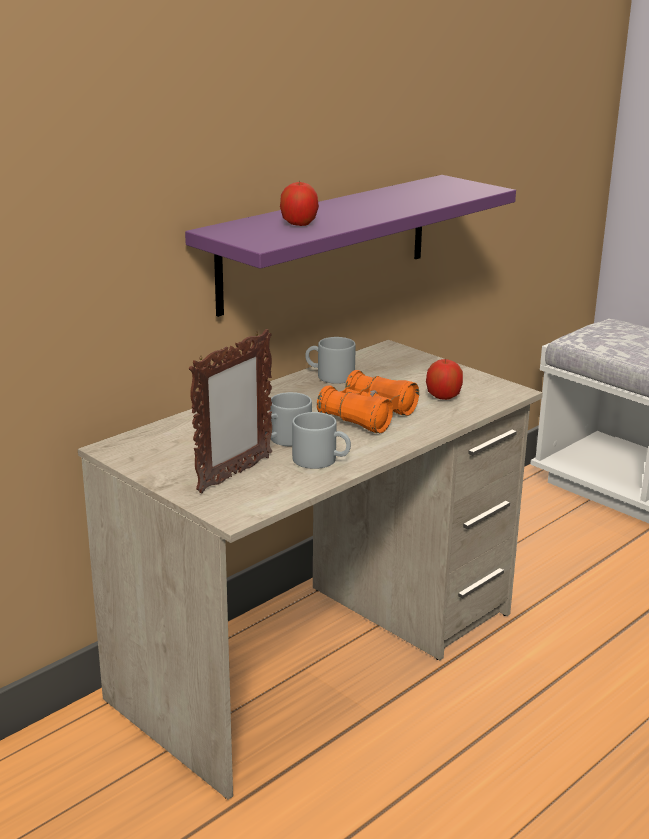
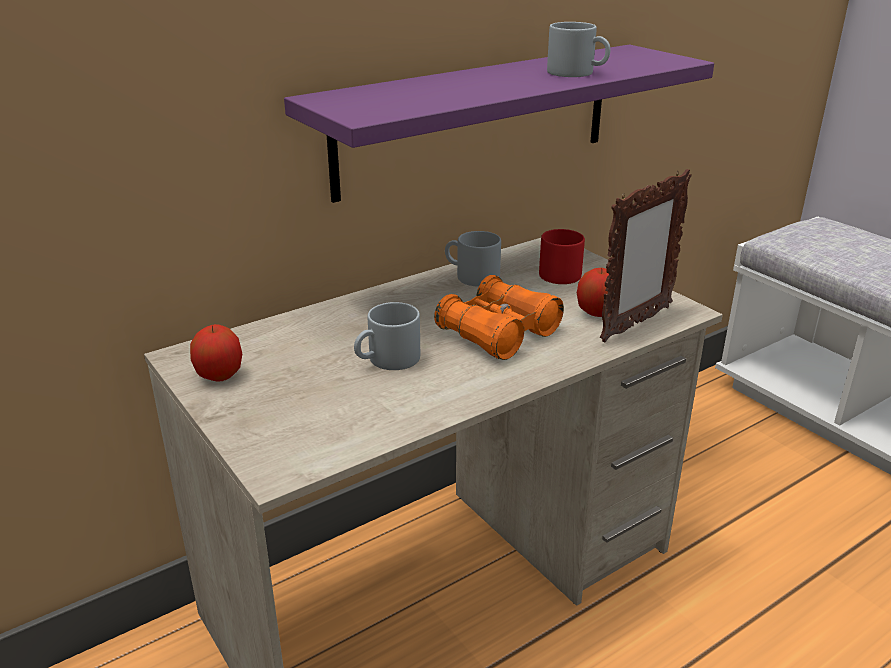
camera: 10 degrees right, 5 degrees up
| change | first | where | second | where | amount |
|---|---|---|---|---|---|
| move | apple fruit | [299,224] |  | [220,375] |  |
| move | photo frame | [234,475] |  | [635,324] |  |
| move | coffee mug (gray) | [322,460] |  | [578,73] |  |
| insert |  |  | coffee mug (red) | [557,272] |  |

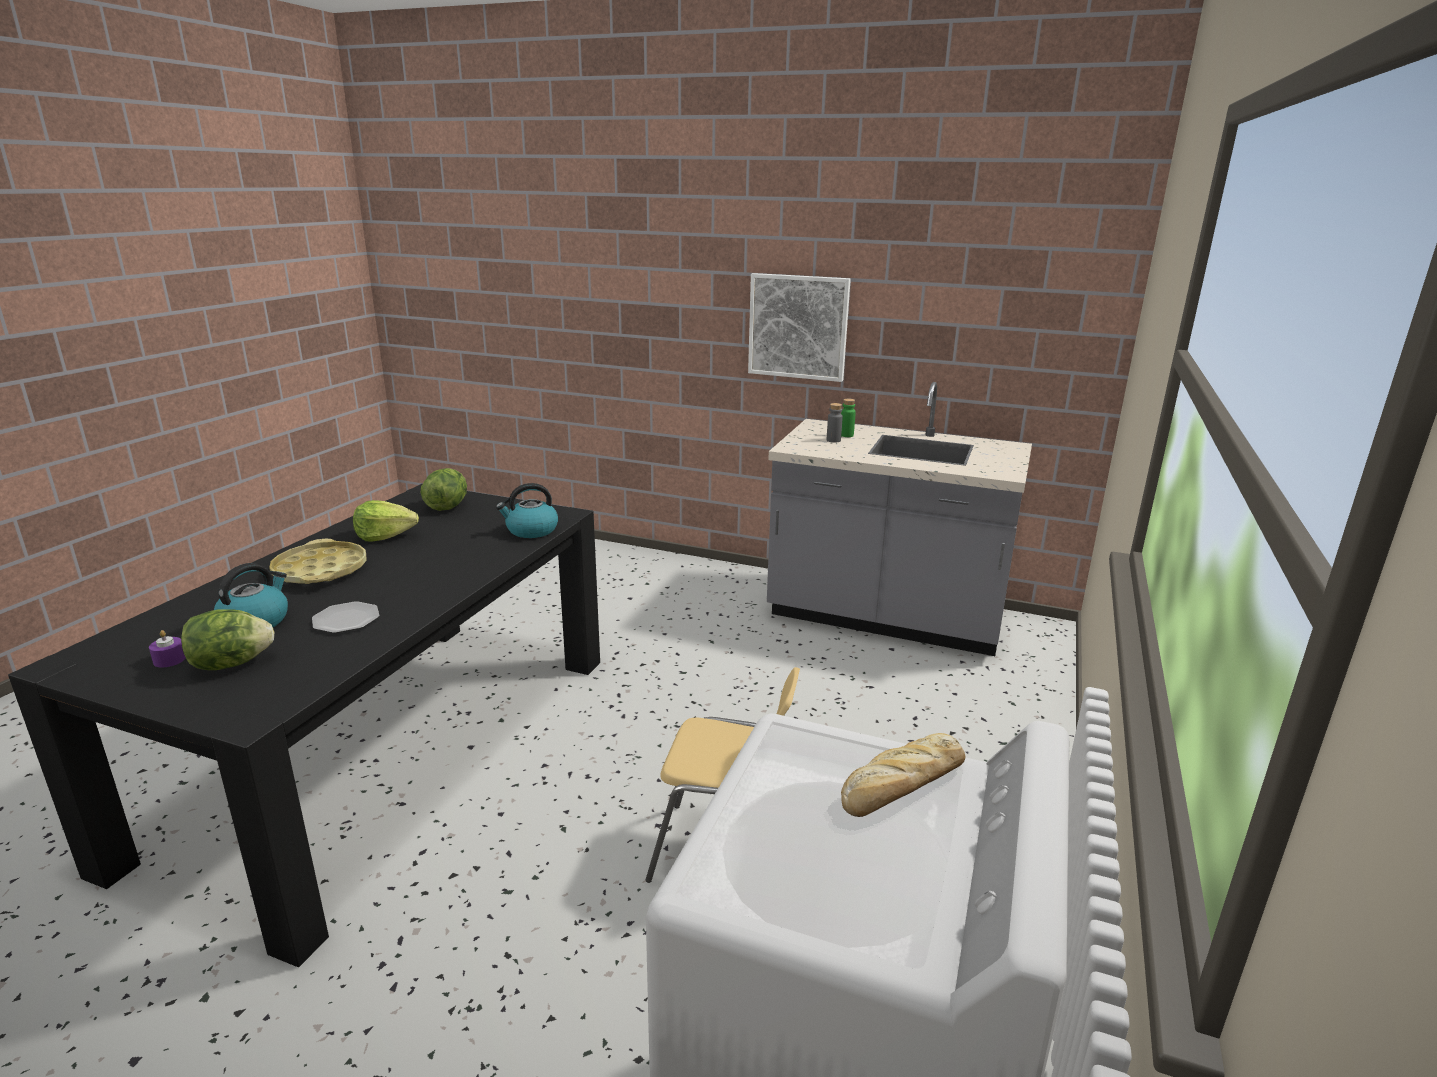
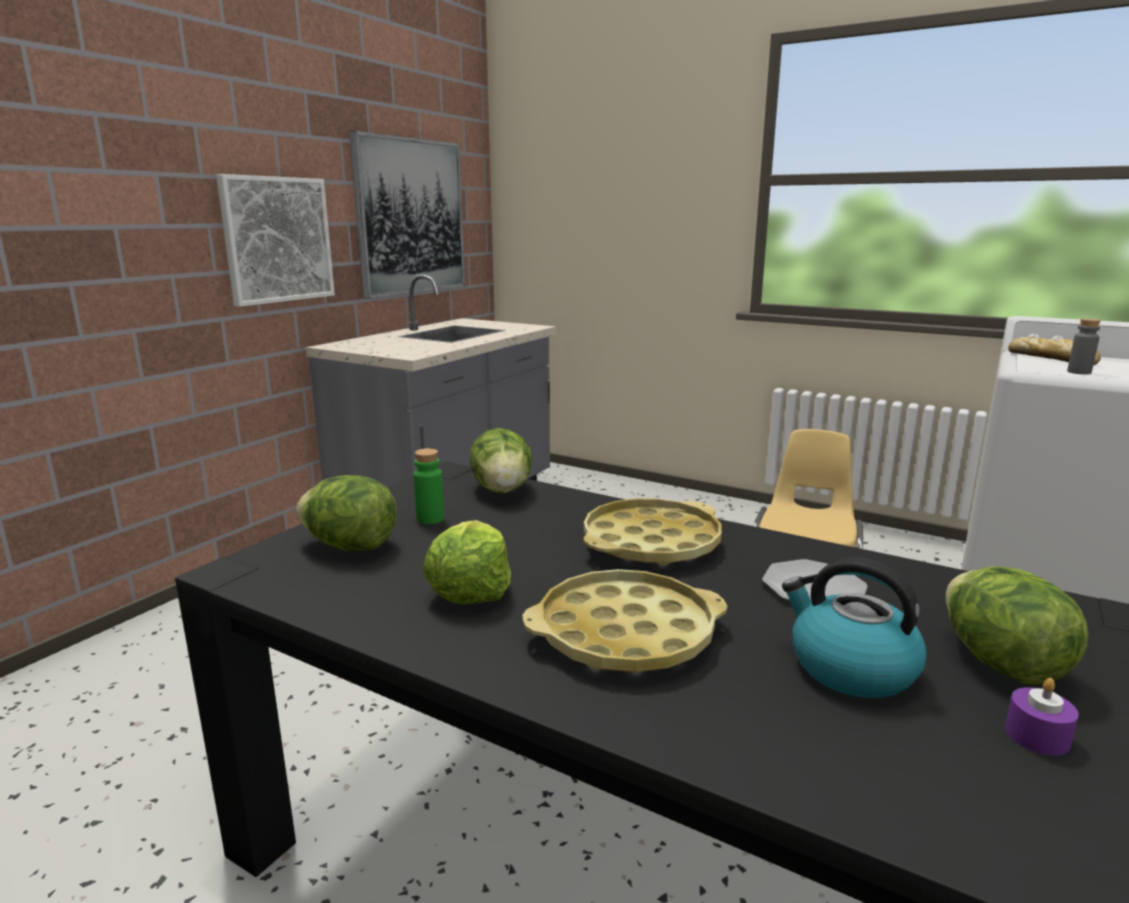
camera: 80 degrees left, 5 degrees down
| change | first | where | second | where | amount |
|---|---|---|---|---|---|
| move | drink bottle (greenish) | [846,435] |  | [430,519] |  |
| move | drink bottle (gray) | [833,440] |  | [1079,372] |  |
| replace | tea kettle | [531,530] | lettuce | [502,490] |  |
| insert |  |  | picture | [410,217] |  |
| insert |  |  | carrying tray (yellow-coloured) | [651,542] |  |

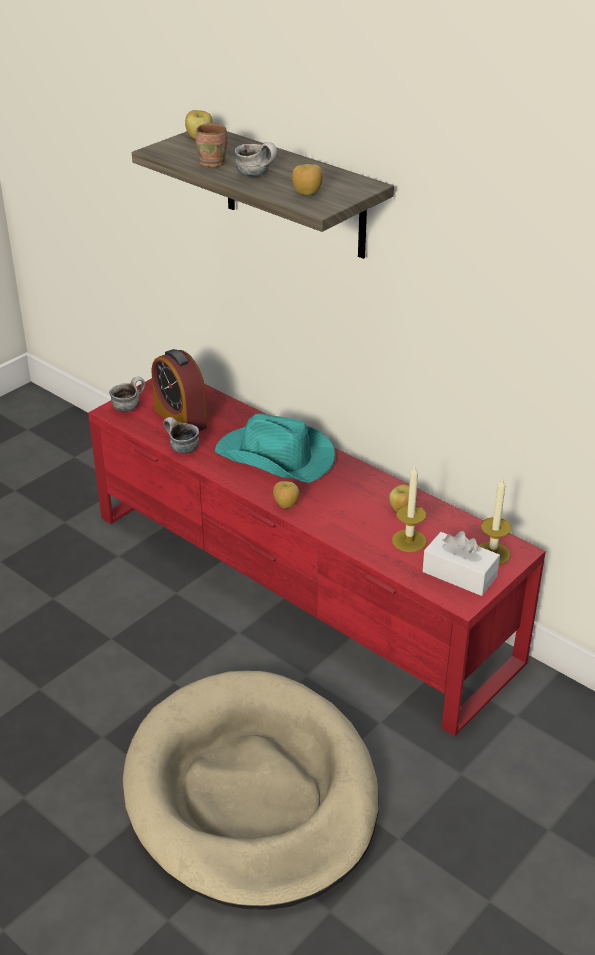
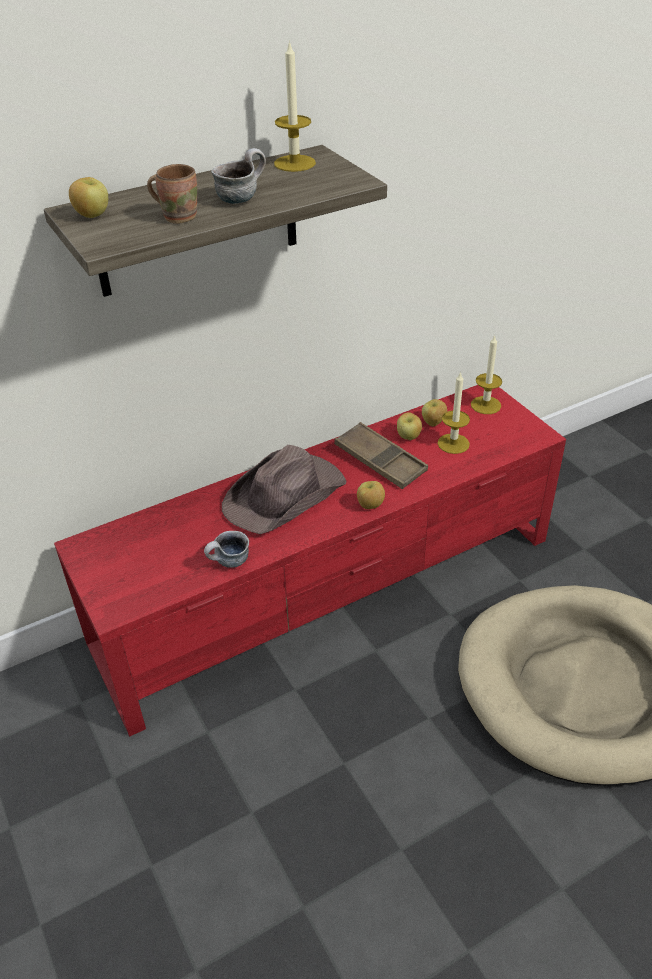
camera: 70 degrees left, 5 degrees up
| change | first | where | second | where | amount |
|---|---|---|---|---|---|
| move | apple fruit | [307,193] |  | [433,423] |  |
| delete | table clock | [180,418] |  |  |  |
| delete | coffee mug | [129,406] |  |  |  |
| recolor | clothing hat (turquoise) | [276,457] | clothing hat (brown) | [286,496] |  |
| delete | box of tissues (white-coloured) | [459,574] |  |  |  |
| insert |  |  | candle | [294,163] |  |
| insert |  |  | carrying tray (brown) | [380,461] |  |

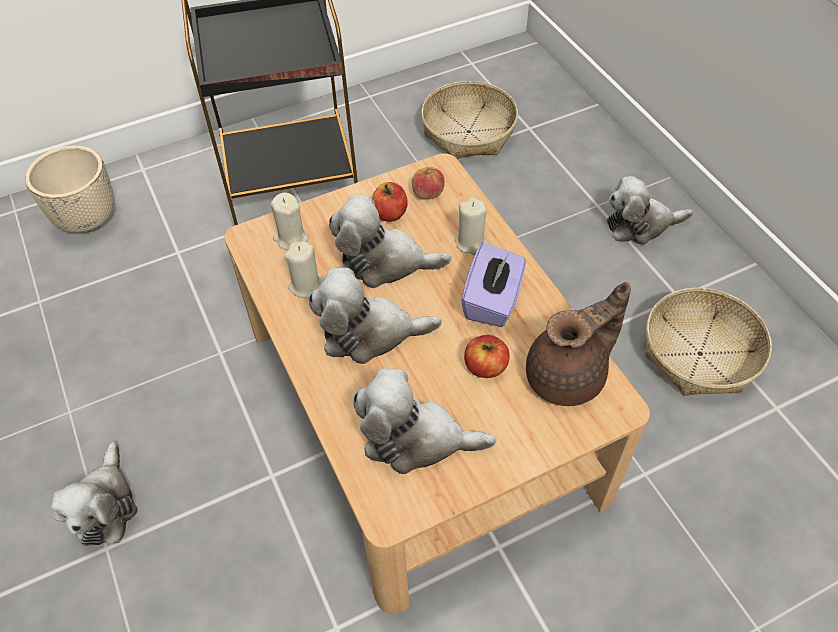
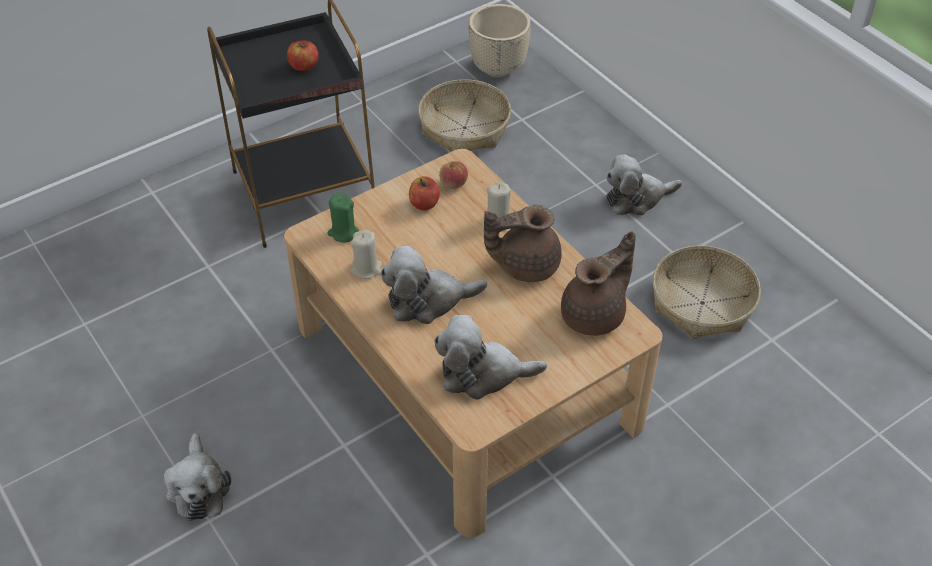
camera: 10 degrees left, 5 degrees down
| change | first | where | second | where | amount |
|---|---|---|---|---|---|
| move | plant pot (beige) | [88,220] |  | [499,68] |  |
| recolor | candle (beige) | [291,238] | candle (greenish) | [343,232] |  |
| delete | plush toy | [384,262] |  |  |  |
| replace | box of tissues (purple) | [493,301] | tea pot (brown) | [525,265] |  |
| move | apple fruit | [485,367] |  | [304,66] |  |

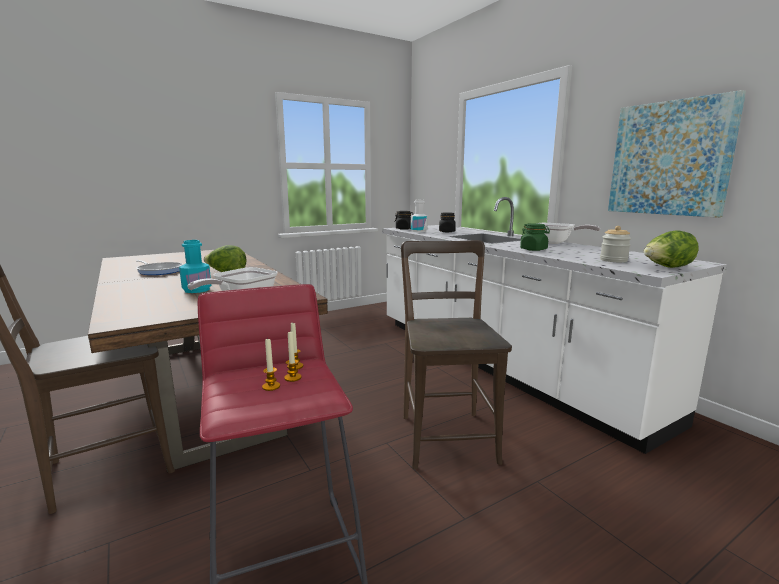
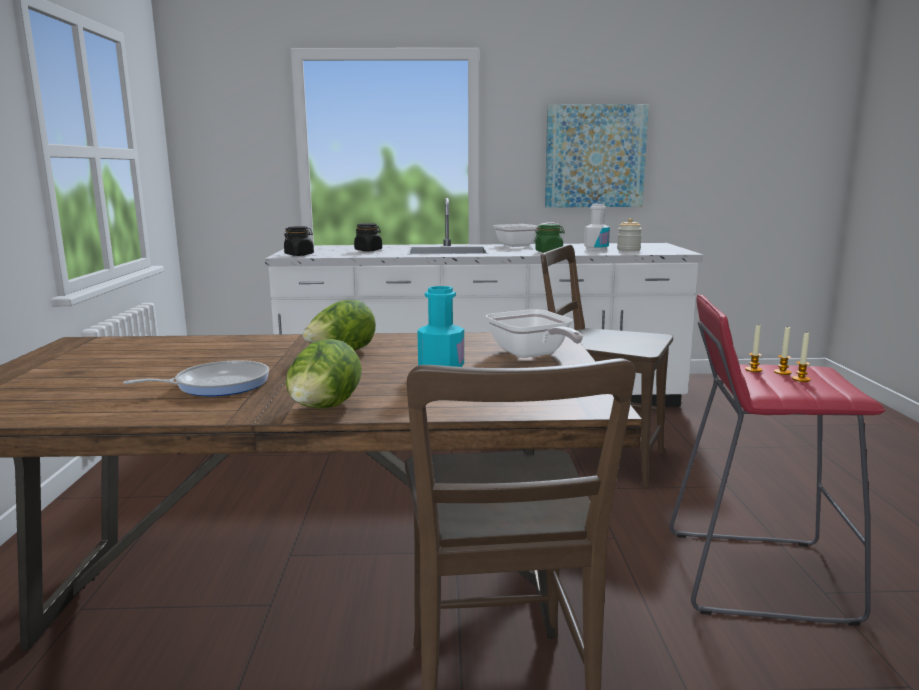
camera: 60 degrees left, 0 degrees up
| change | first | where | second | where | amount |
|---|---|---|---|---|---|
| move | drink bottle (white-coloured) | [418,231] |  | [596,249] |  |
| move | lettuce | [666,268] |  | [324,410] |  |

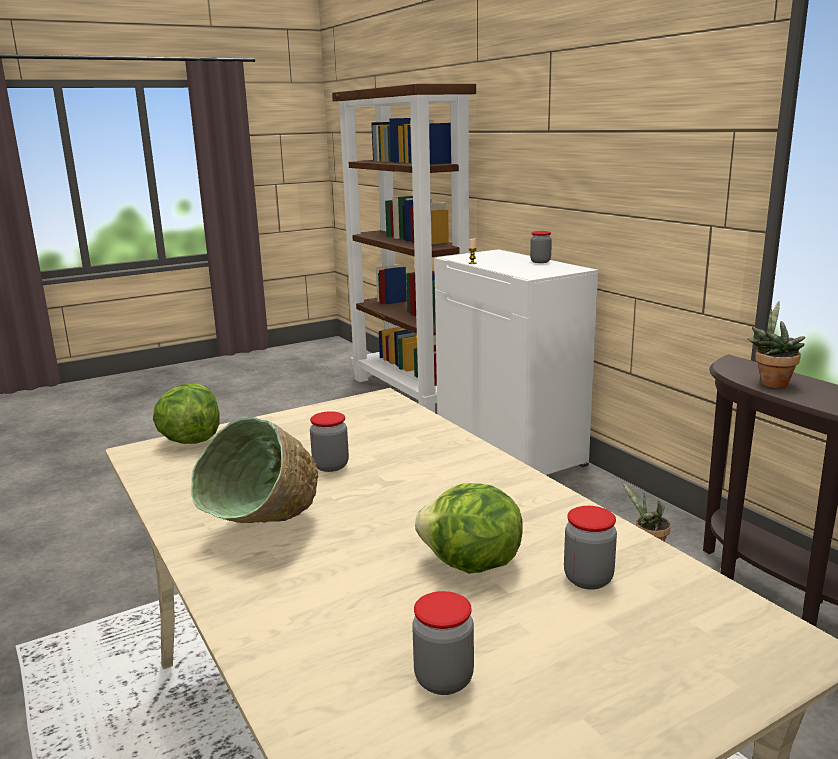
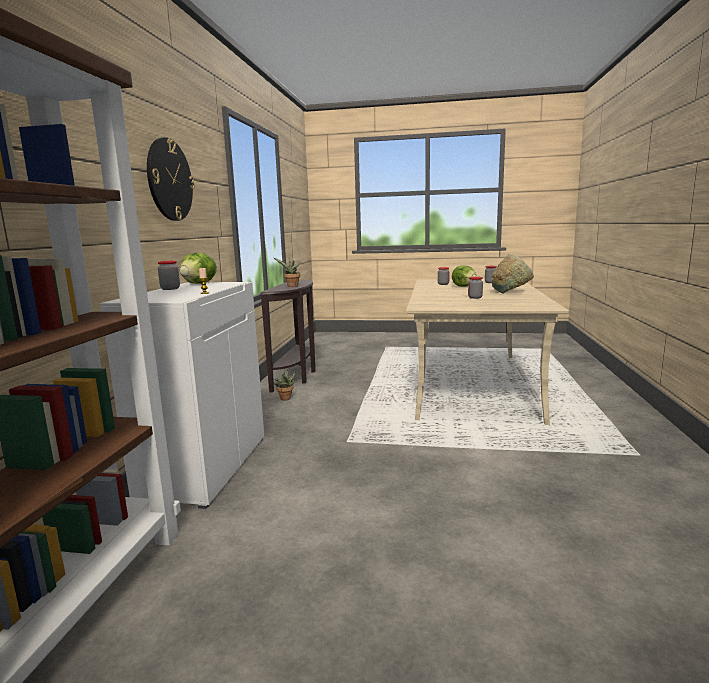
camera: 140 degrees left, 5 degrees down
| change | first | where | second | where | amount |
|---|---|---|---|---|---|
| move | lettuce | [190,440] |  | [200,284] |  |
| insert |  |  | hanging clock | [169,180] |  |

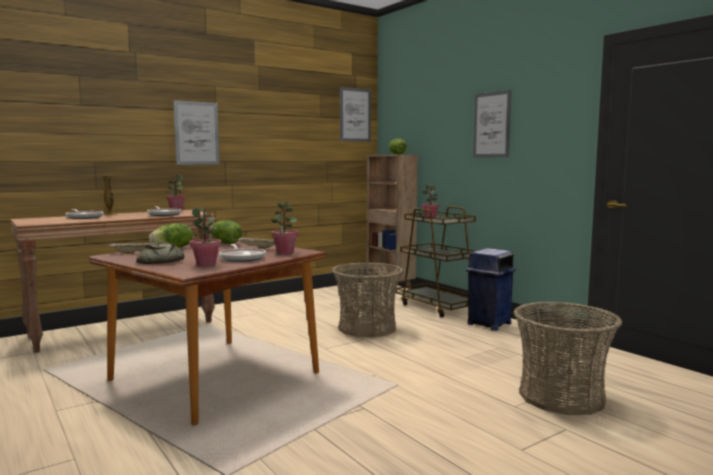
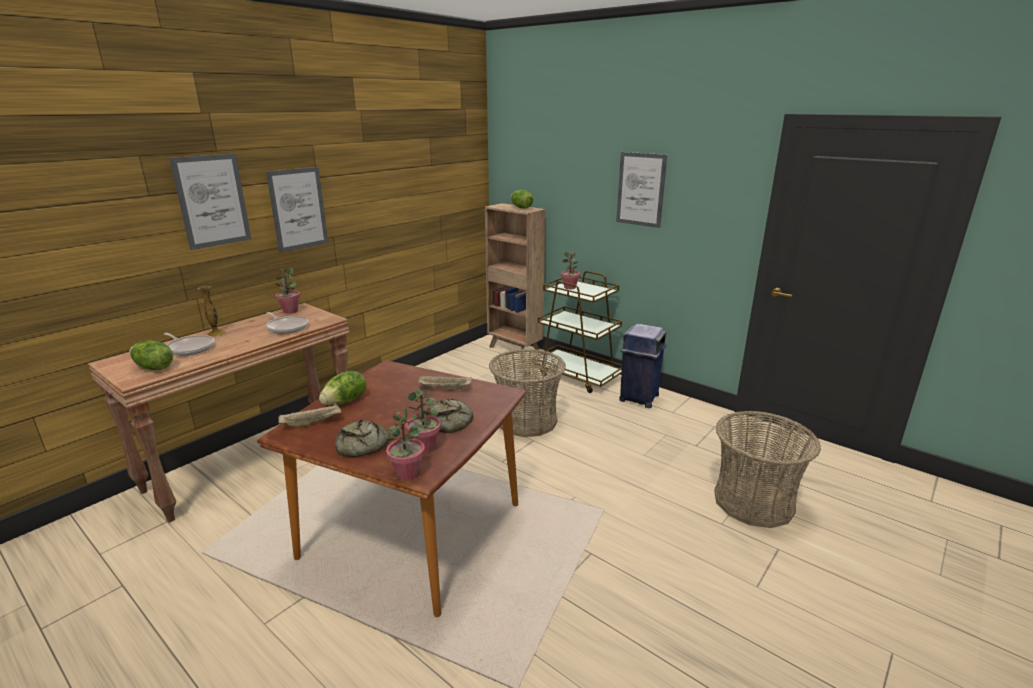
camera: 15 degrees left, 15 degrees up
| change | first | where | second | where | amount |
|---|---|---|---|---|---|
| move | picture | [355,115] |  | [212,201] |  |
| move | potted plant | [285,253] |  | [407,473] |  |
| move | lettuce | [225,243] |  | [153,368] |  |
| replace | skillet | [242,258] | bread | [451,422] |  |

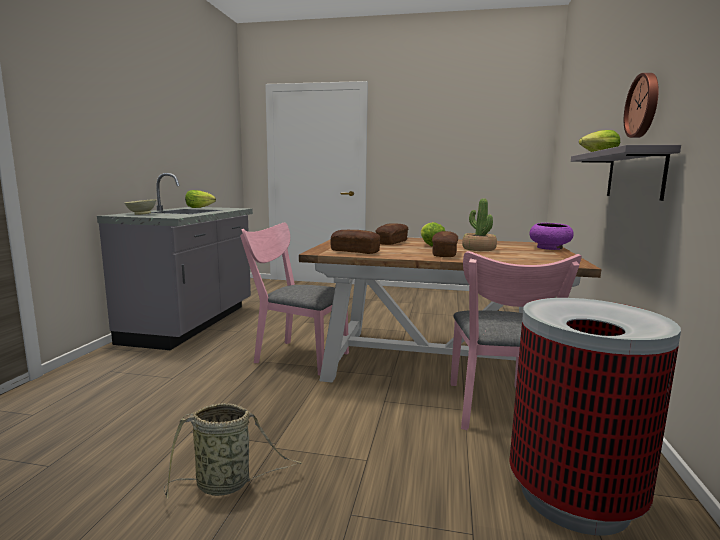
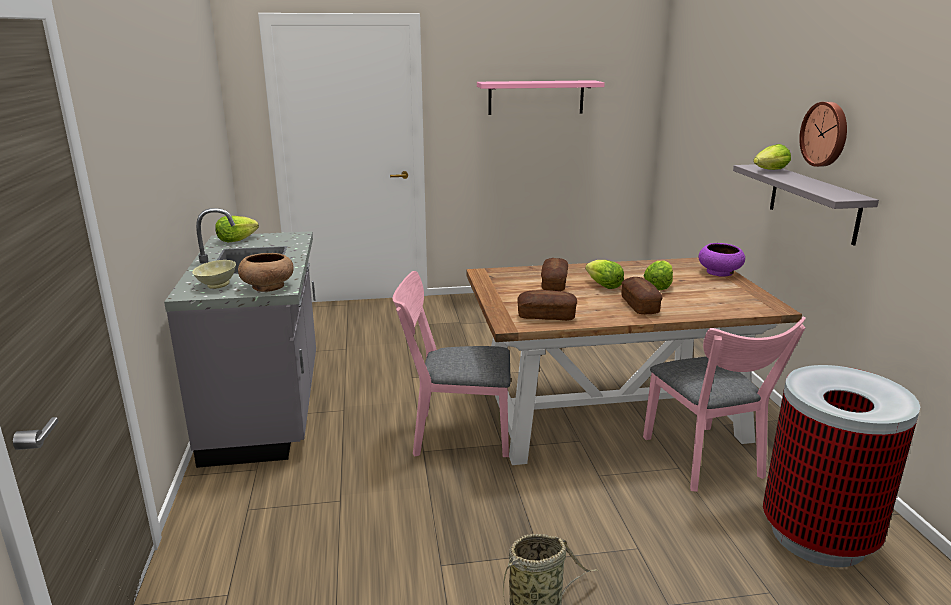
camera: 20 degrees left, 10 degrees up
| change | first | where | second | where | amount |
|---|---|---|---|---|---|
| replace | potted plant | [478,249] | lettuce | [658,287] |  |
| insert |  |  | wall shelf (pinkish) | [536,97] |  |
| insert |  |  | bowl (brown) | [267,286] |  |

